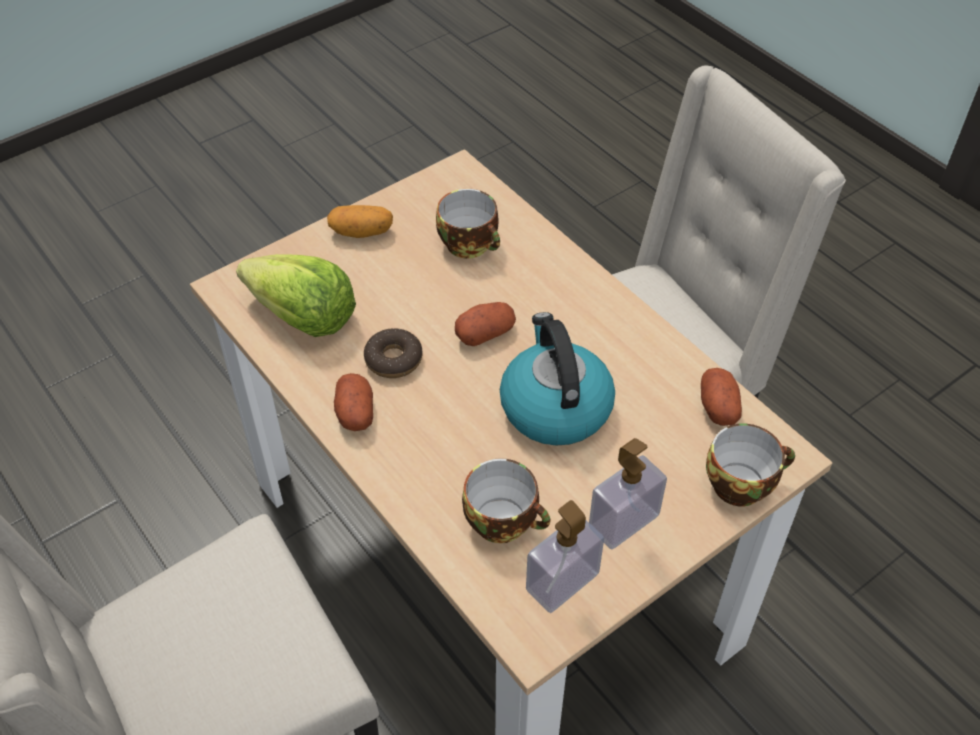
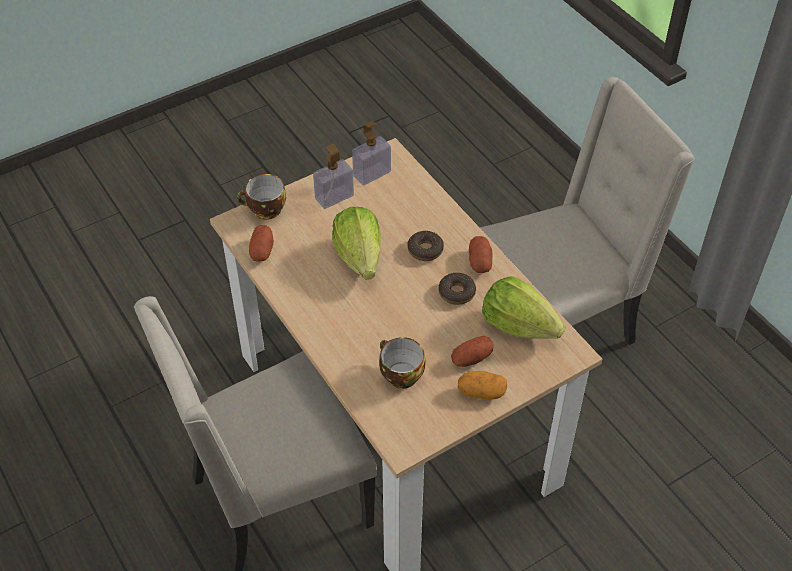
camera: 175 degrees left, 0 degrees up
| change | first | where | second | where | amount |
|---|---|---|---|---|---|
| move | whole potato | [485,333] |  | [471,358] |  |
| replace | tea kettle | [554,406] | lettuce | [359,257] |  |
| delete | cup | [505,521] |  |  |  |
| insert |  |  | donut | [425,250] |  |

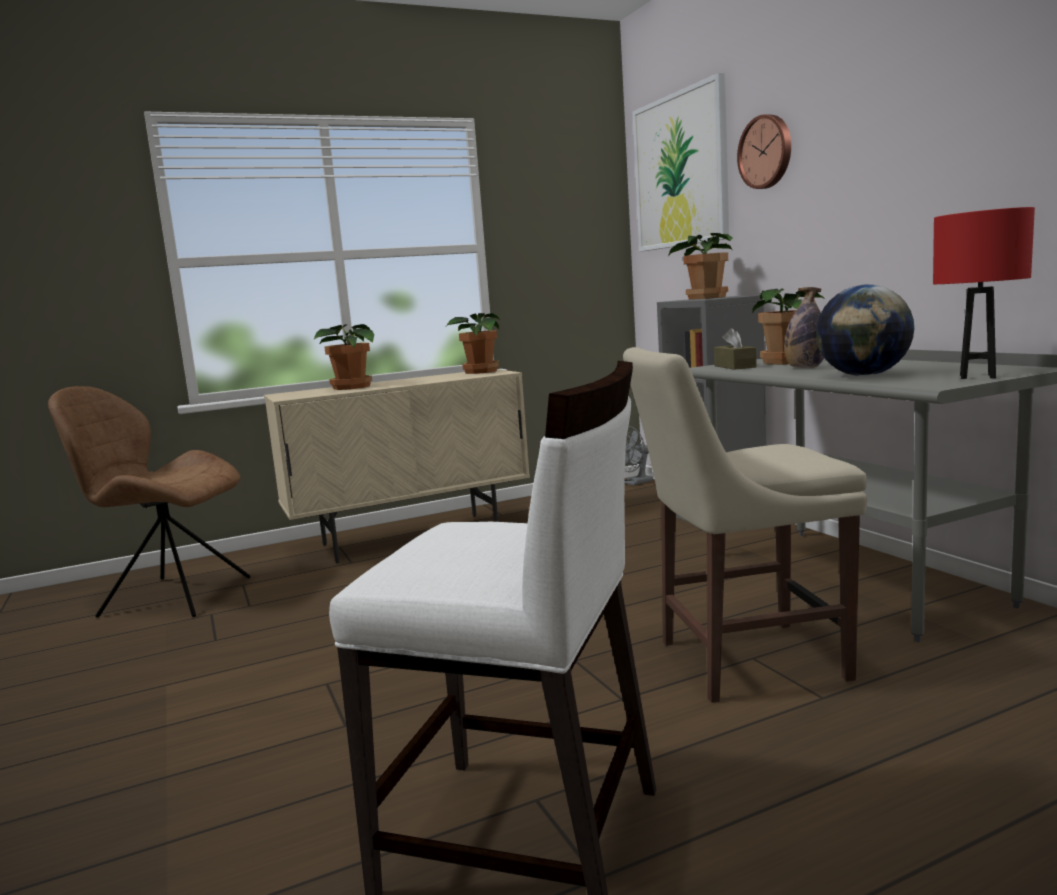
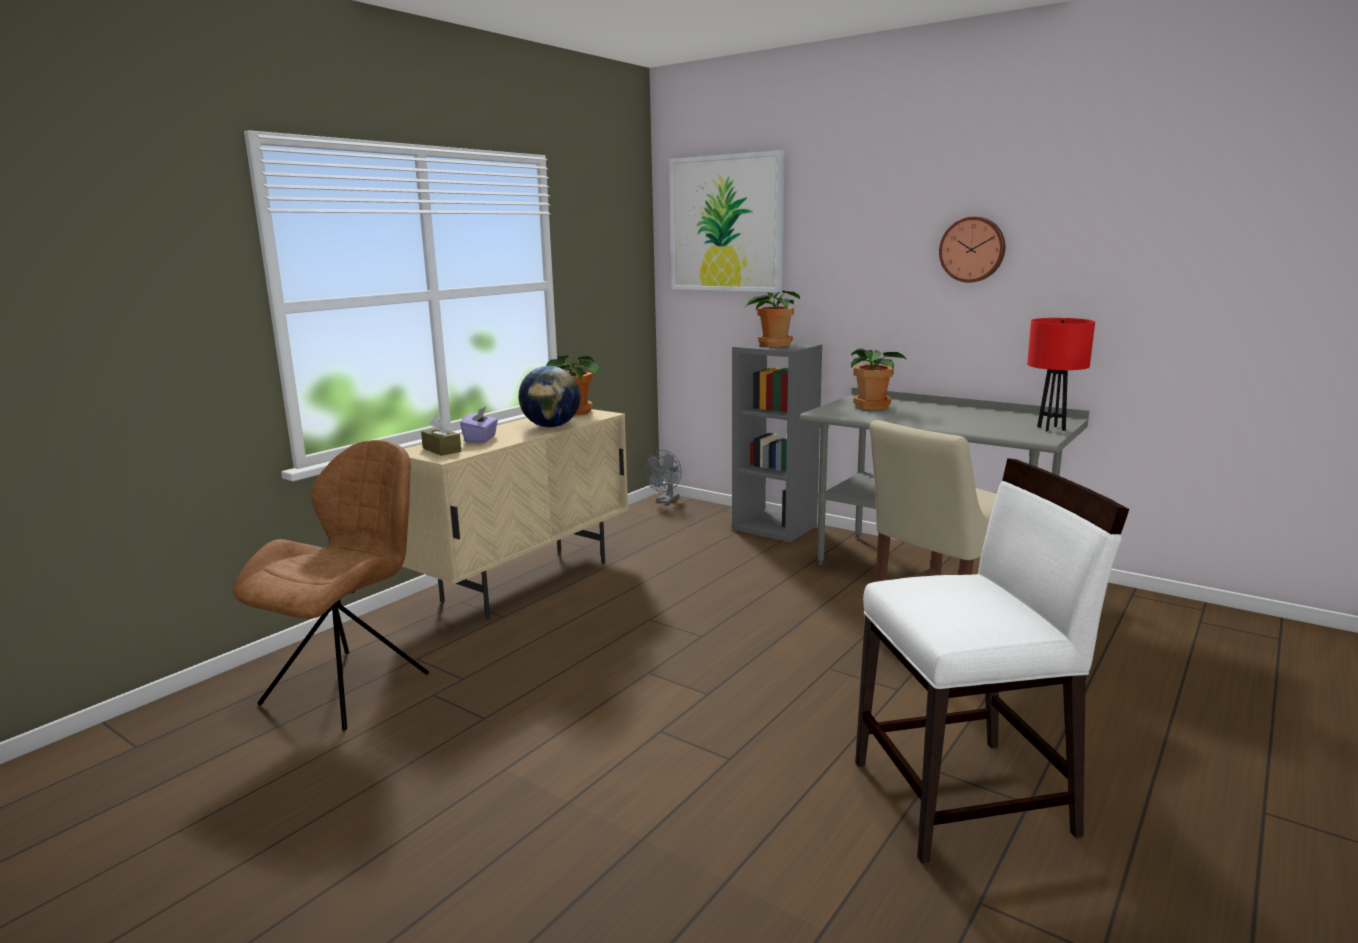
camera: 30 degrees left, 5 degrees up
| change | first | where | second | where | amount |
|---|---|---|---|---|---|
| move | hanging clock | [766,152] |  | [972,249] |  |
| move | world globe | [864,375] |  | [551,426] |  |
| delete | drink bottle | [805,368] |  |  |  |
| replace | potted plant | [352,387] | box of tissues (purple) | [481,439] |  |
| move | box of tissues (brown) | [735,366] |  | [441,450] |  |
| rotate | plain chair (brown) | [172,596] |  | [351,686] | 135 degrees clockwise |

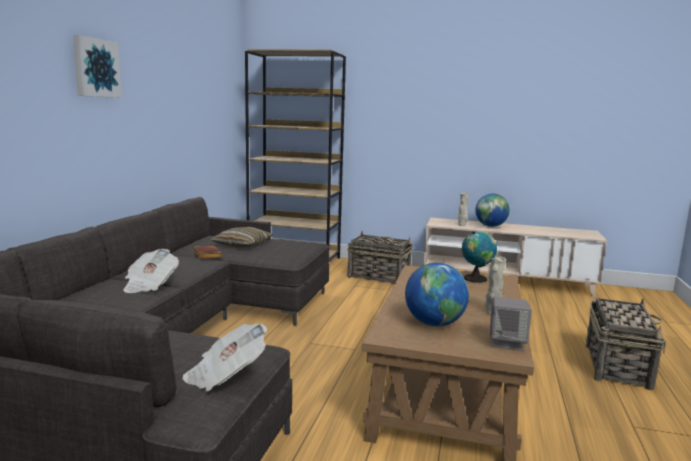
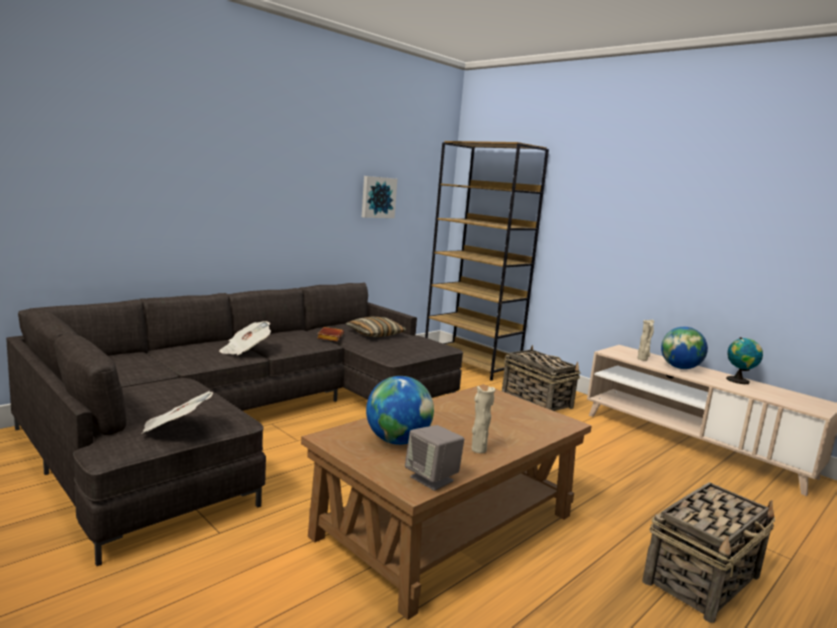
camera: 30 degrees right, 0 degrees up
| change | first | where | second | where | amount |
|---|---|---|---|---|---|
| move | picture | [95,68] |  | [378,197] |  |
| move | world globe | [476,278] |  | [739,381] |  |

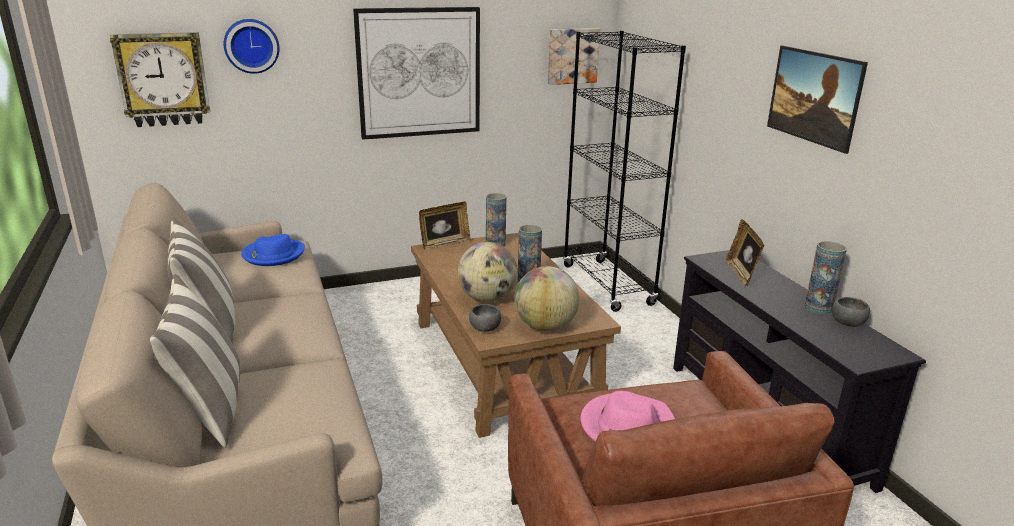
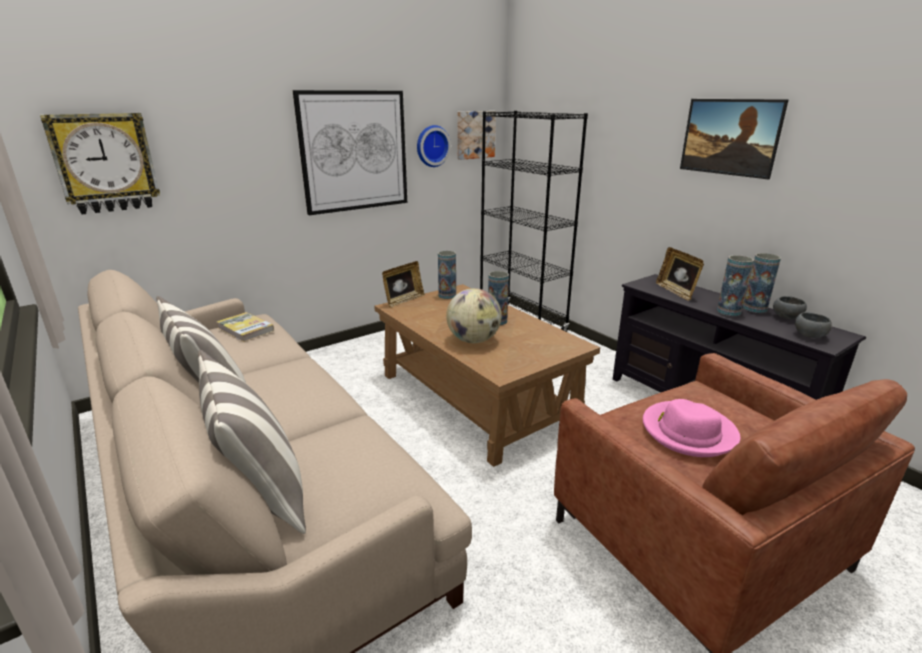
camera: 15 degrees left, 0 degrees up
| change | first | where | second | where | amount |
|---|---|---|---|---|---|
| move | hanging clock | [251,45] |  | [432,146] |  |
| replace | clothing hat (bluish) | [273,255] | bound book | [245,329] |  |
| delete | world globe | [545,326] |  |  |  |
| move | bowl (gray) | [484,328] |  | [809,336] |  |
| insert |  |  | flower vase | [728,312] |  |

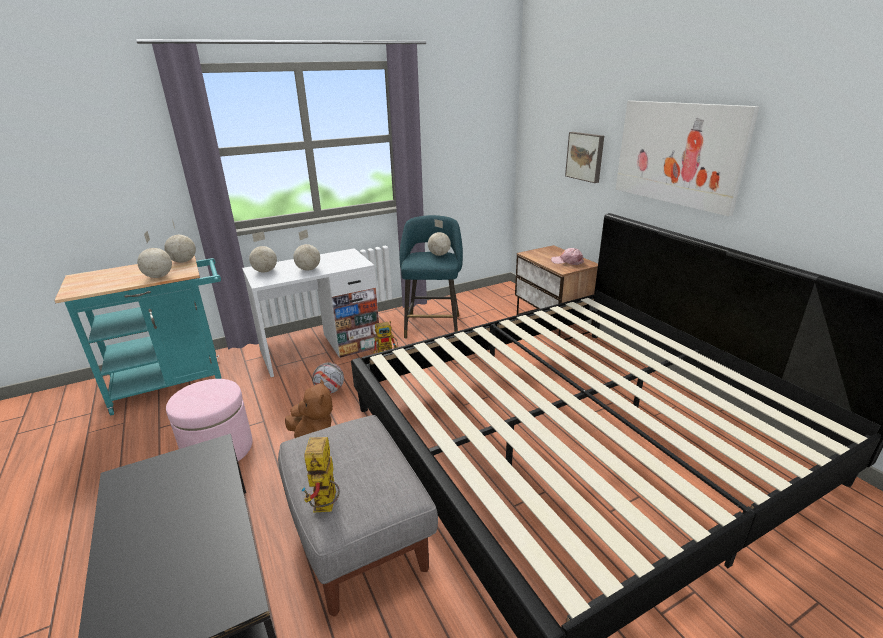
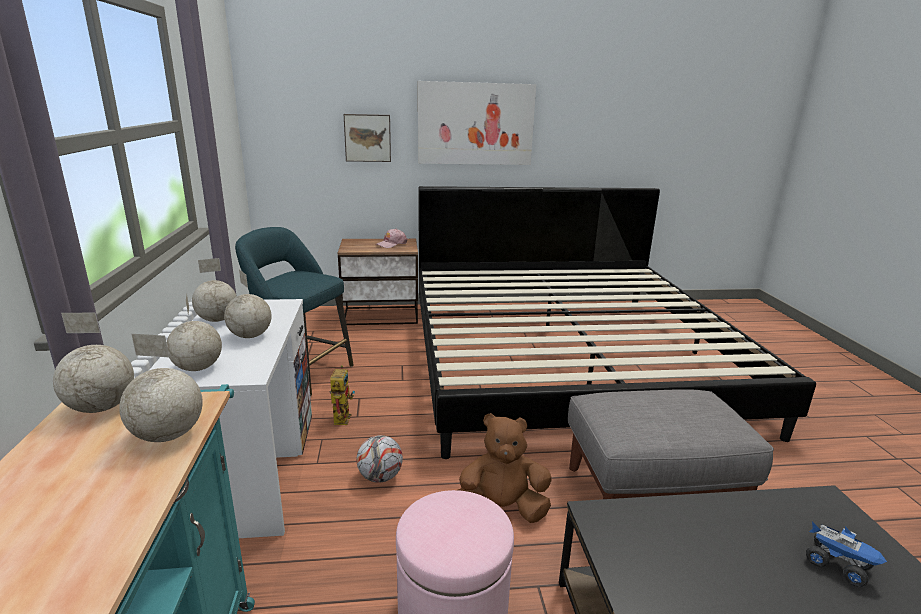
camera: 70 degrees left, 5 degrees down
| change | first | where | second | where | amount |
|---|---|---|---|---|---|
| move | world globe | [439,254] |  | [217,320] |  |
| delete | robot figure | [327,507] |  |  |  |
| insert |  |  | toy truck | [838,565] |  |

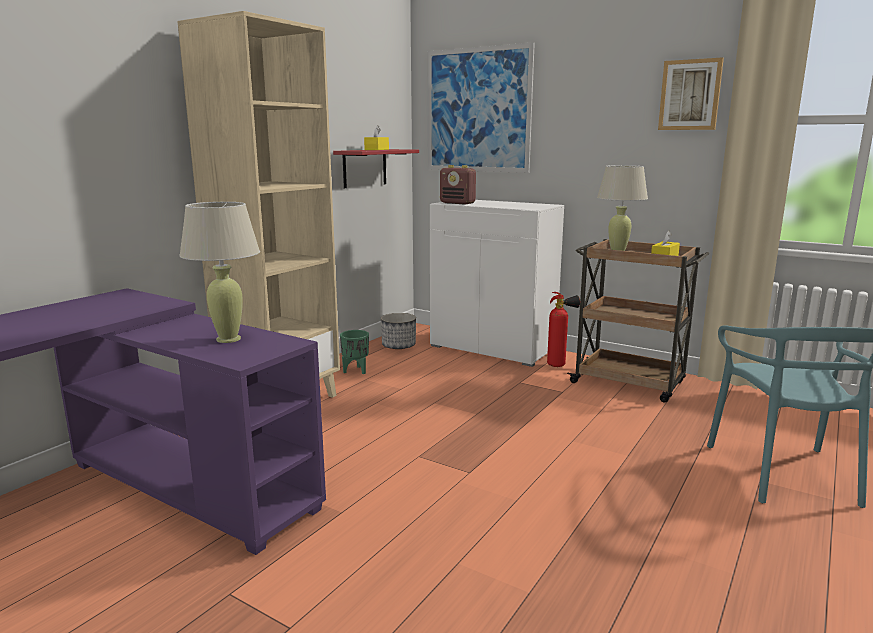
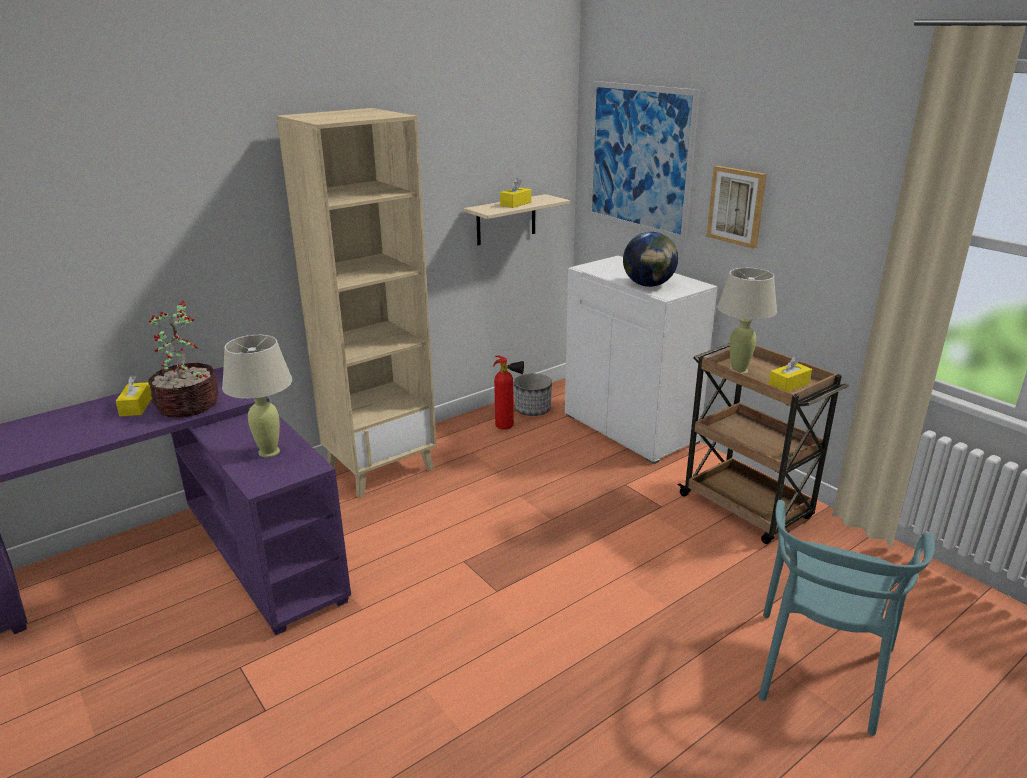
camera: 20 degrees right, 10 degrees up
| change | first | where | second | where | amount |
|---|---|---|---|---|---|
| move | picture | [690,95] |  | [737,206] |  |
| recolor | wall shelf (red) | [364,168] | wall shelf (beige) | [506,220] |  |
| delete | radio | [458,203] |  |  |  |
| move | extinguisher | [560,365] |  | [508,427] |  |
| delete | plant pot (greenish) | [356,370] |  |  |  |
| insert |  |  | world globe | [648,285] |  |
| insert |  |  | potted plant | [189,406] |  |
| insert |  |  | box of tissues (yellow-coloured) | [136,406] |  |

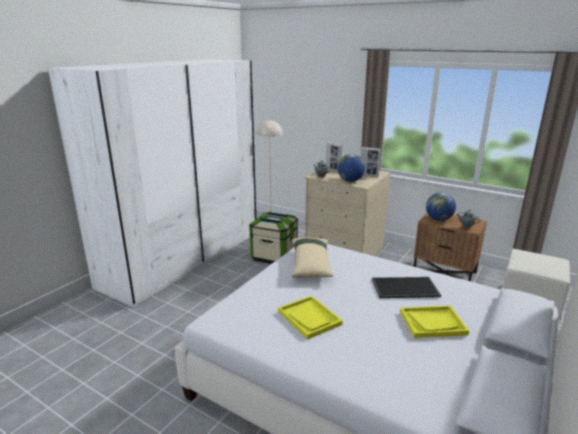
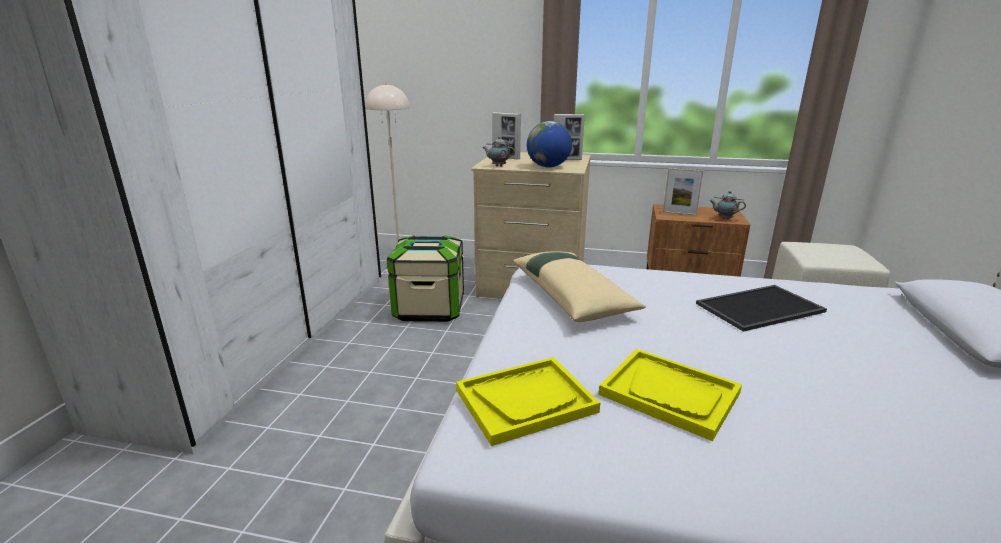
camera: 20 degrees left, 0 degrees up
| change | first | where | second | where | amount |
|---|---|---|---|---|---|
| replace | world globe | [438,219] | photo frame | [679,213] |  |
| move | carrying tray (yellow-coloured) | [433,323] |  | [526,401] |  |

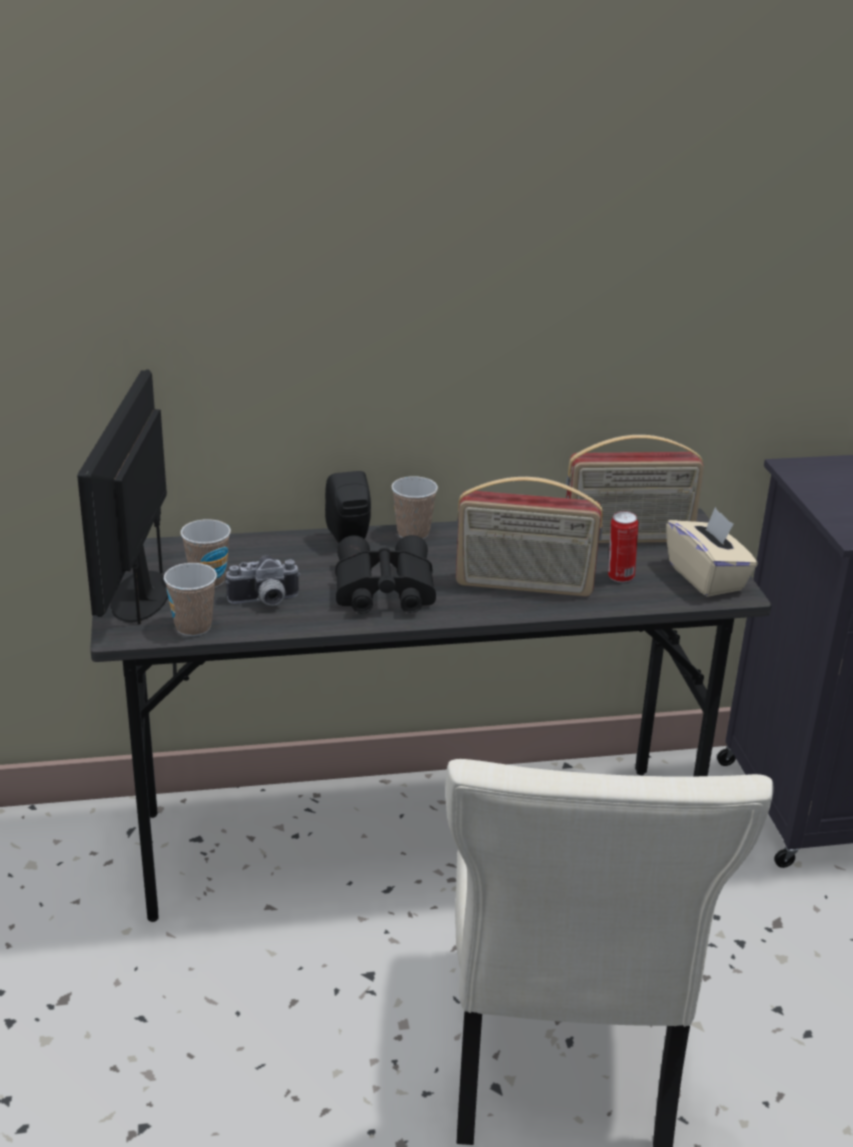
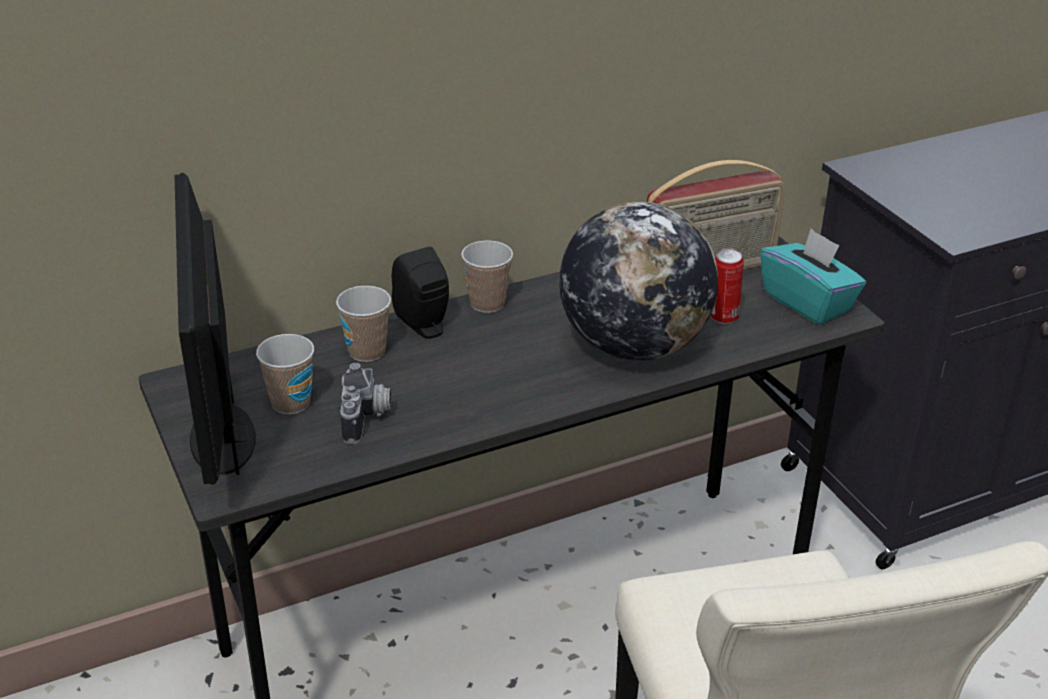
camera: 15 degrees left, 5 degrees up
| change | first | where | second | where | amount |
|---|---|---|---|---|---|
| replace | radio | [524,586] | world globe | [633,346] |  |
| recolor | box of tissues (beige) | [706,577] | box of tissues (turquoise) | [808,302] |  |
| delete | field glasses (blackish) | [381,590] |  |  |  |
| rotate | photo camera | [265,602] |  | [367,418] | 60 degrees counterclockwise |
| move | cup | [193,627] |  | [367,352] |  |

